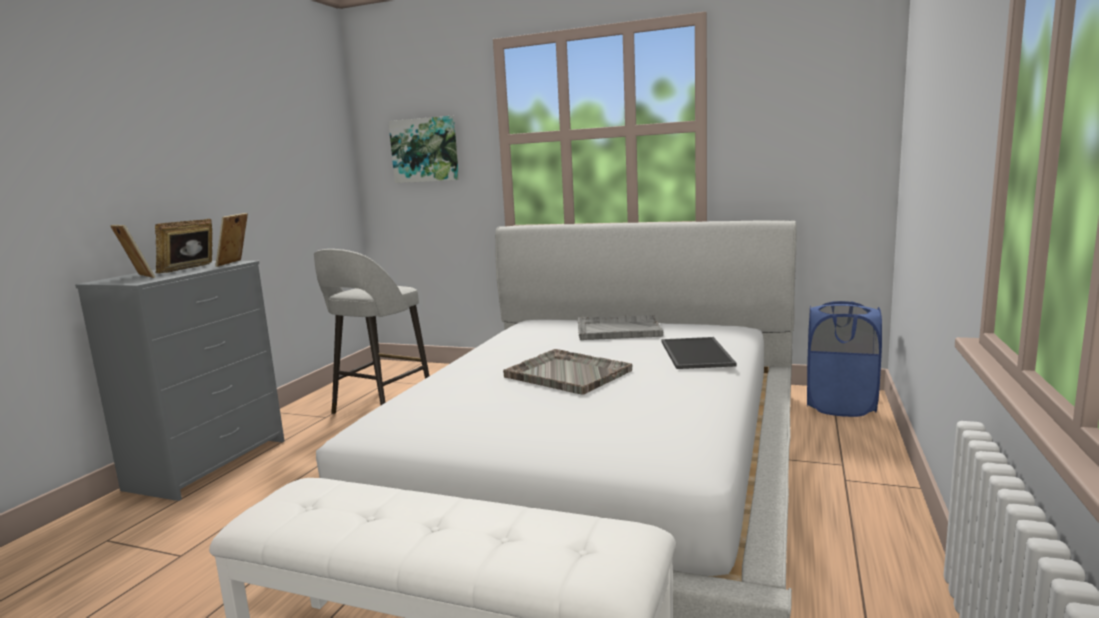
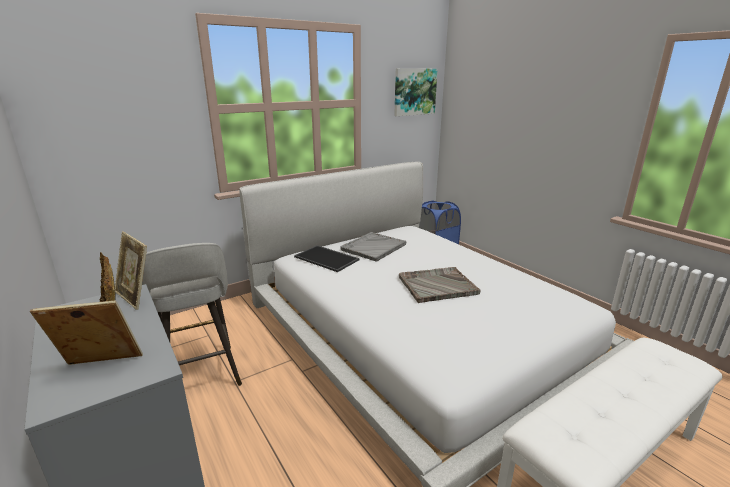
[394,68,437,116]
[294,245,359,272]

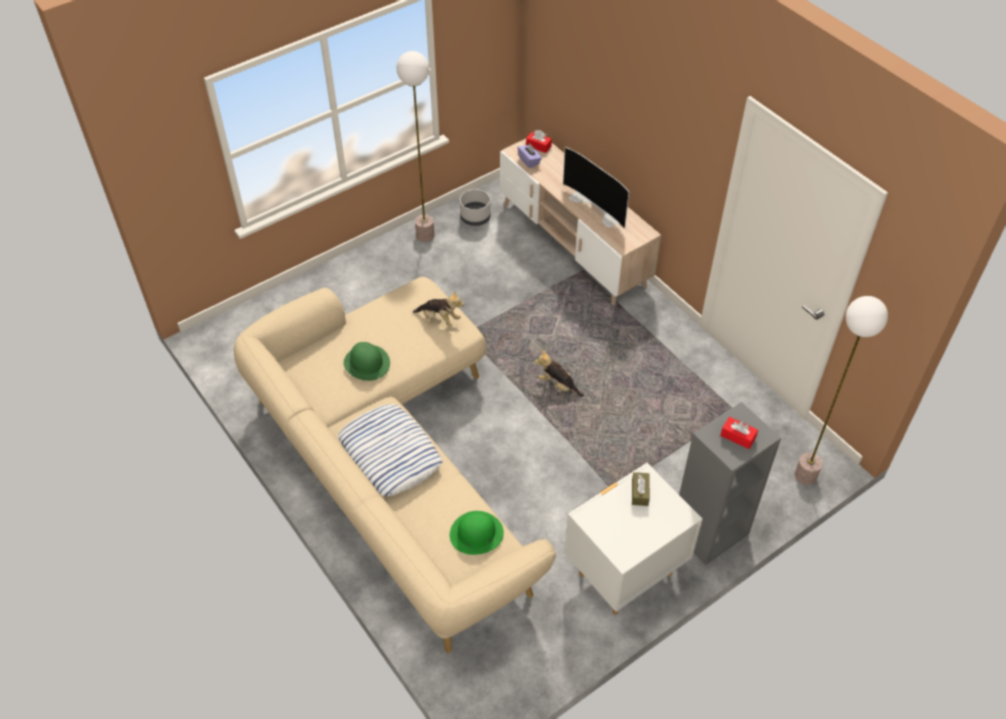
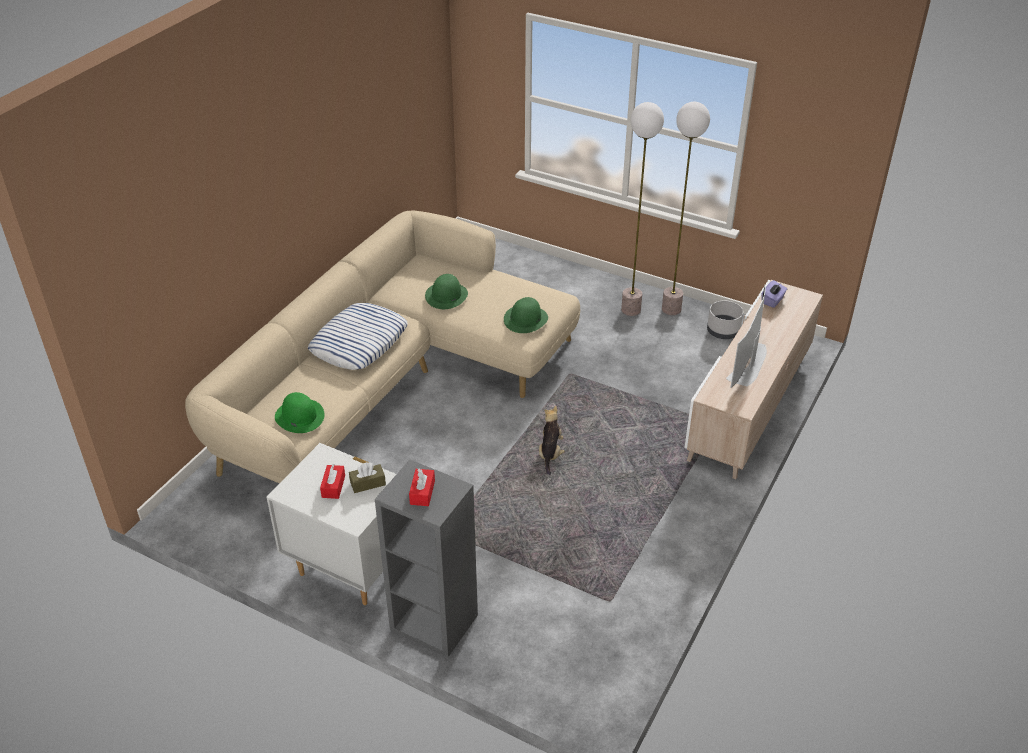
[320,464,345,499]
[504,297,548,333]
[621,102,664,316]

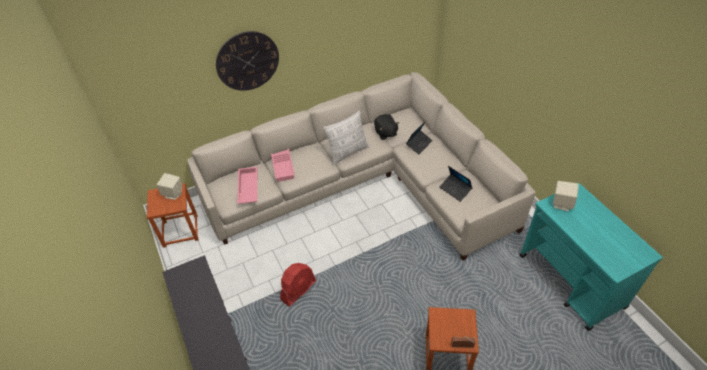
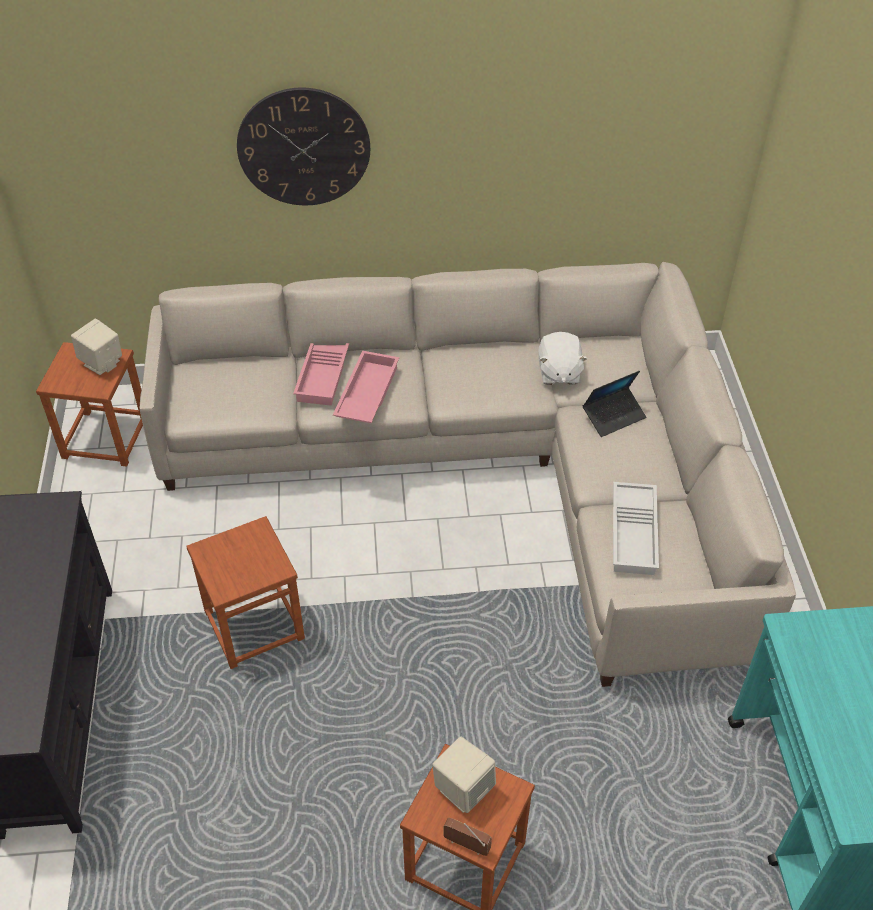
[323,110,369,165] (first image)
[538,332,588,385]
[613,482,659,575]
[333,351,399,423]
[432,737,496,813]
[186,516,305,669]

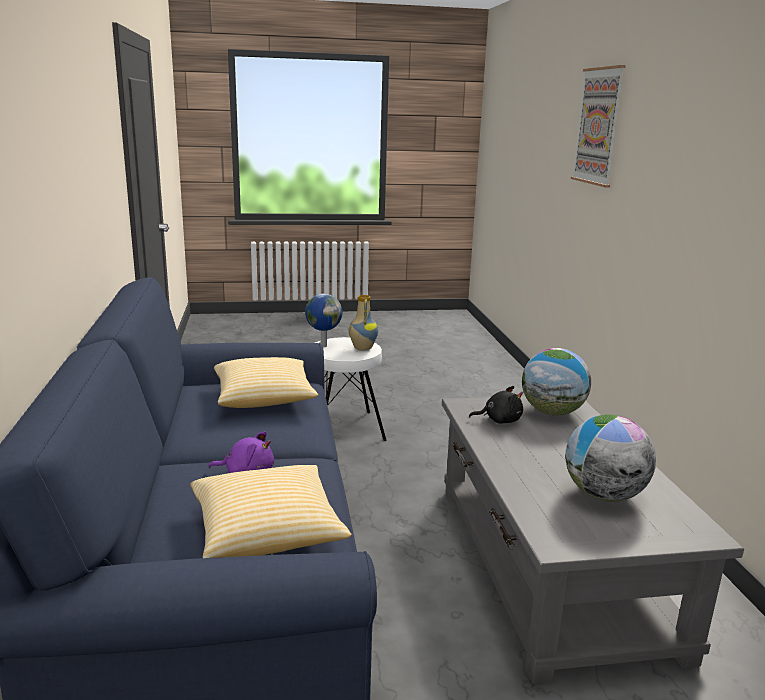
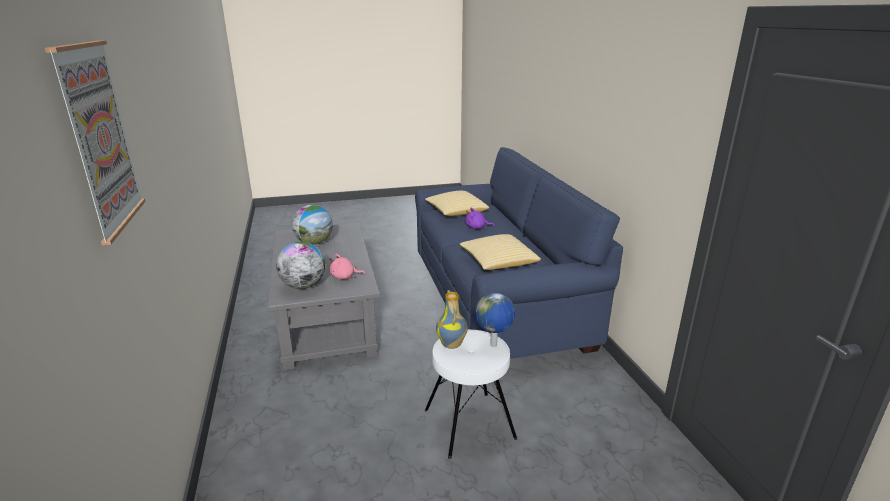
[329,254,365,279]

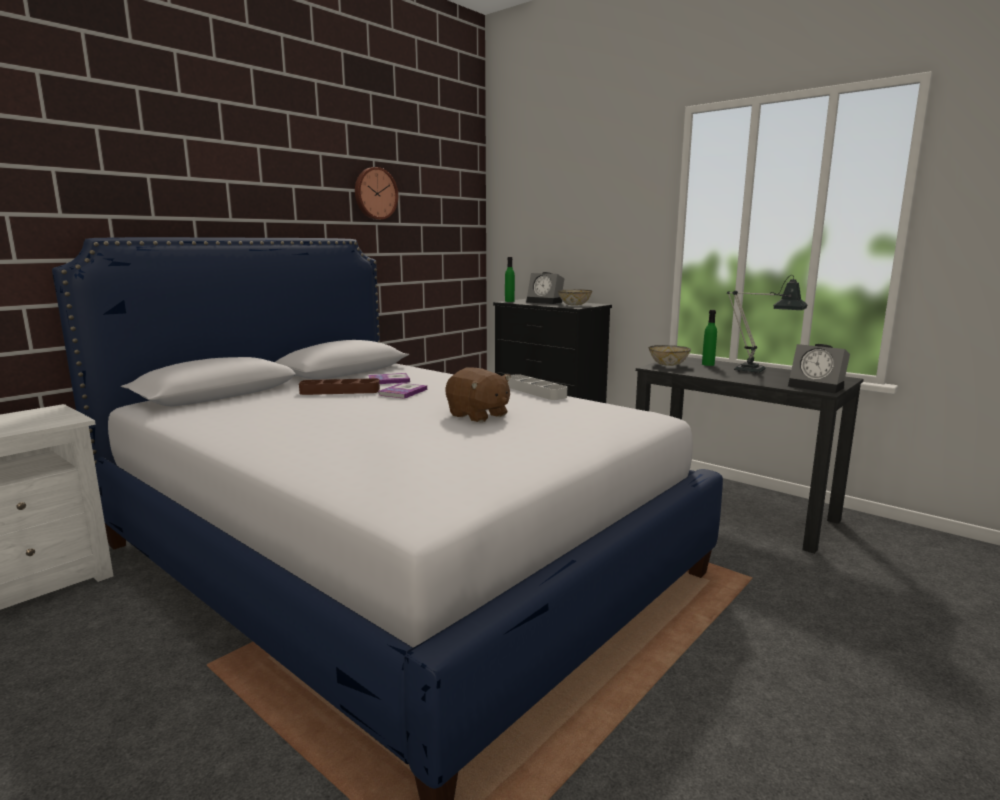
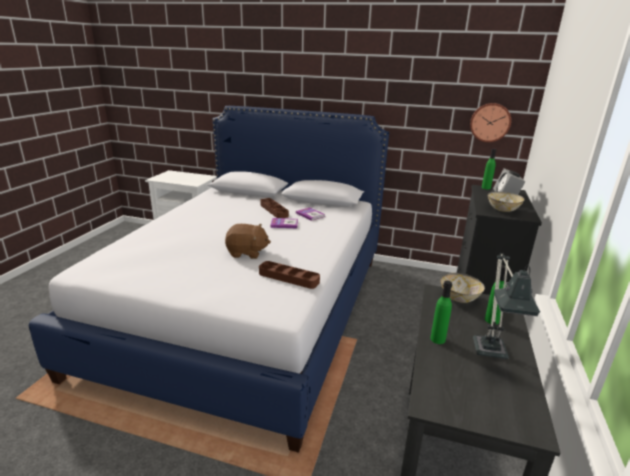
[470,103,511,142]
[788,344,850,393] (first image)
[225,224,271,259]
[508,374,567,400] (first image)
[259,261,320,289]
[430,281,452,344]

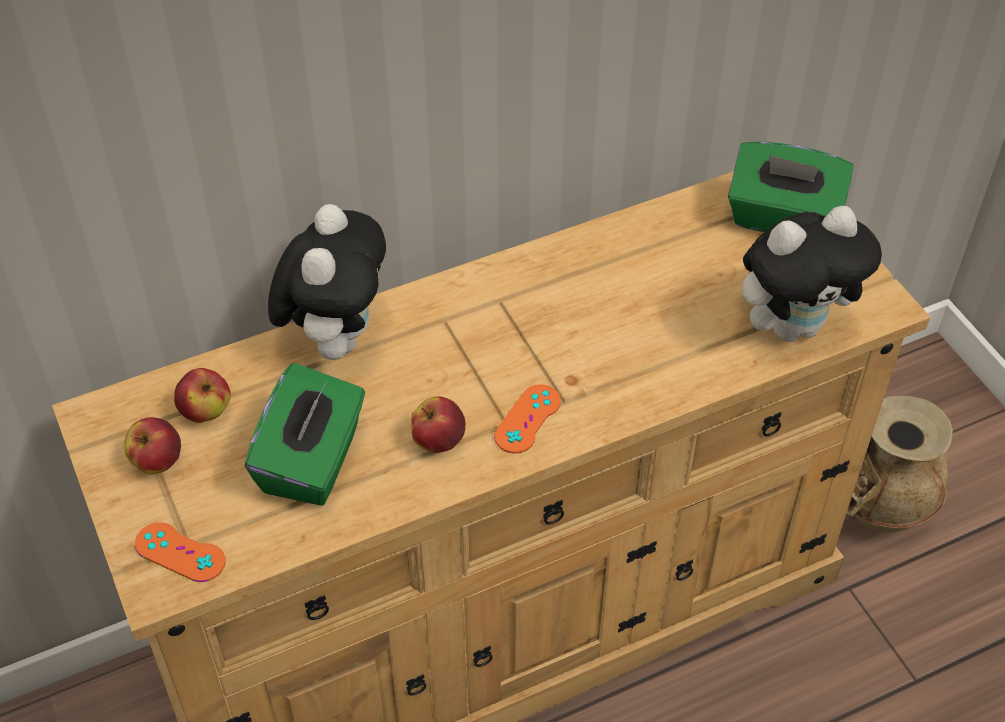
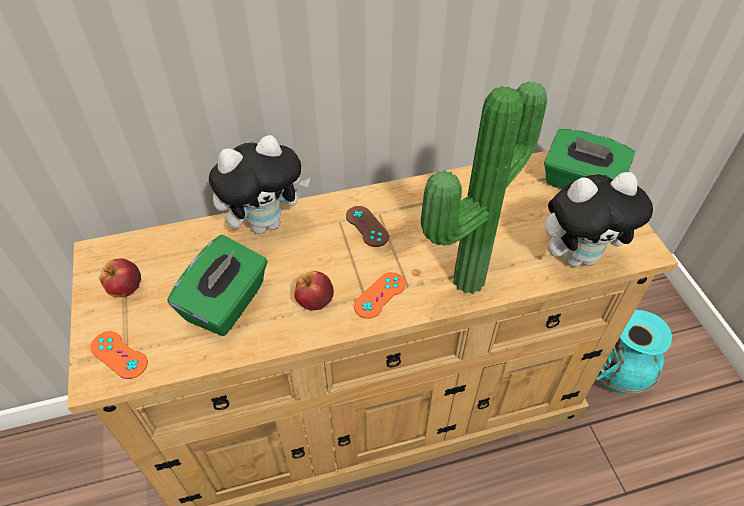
[209,135,310,234]
[174,368,231,423] (first image)
[596,310,672,393]
[421,81,547,294]
[346,206,389,247]

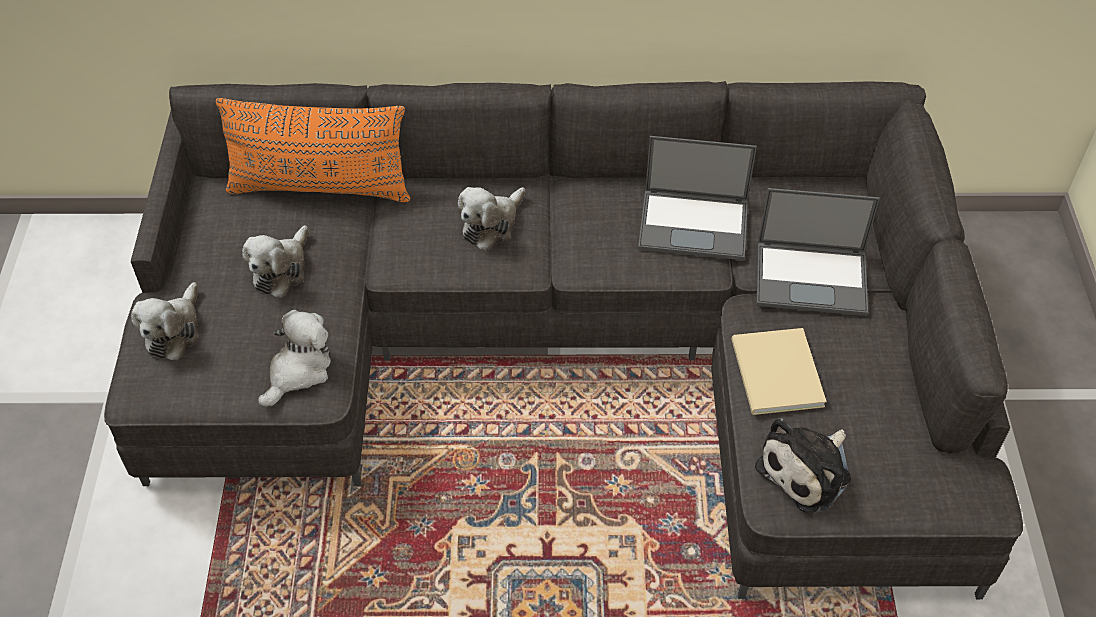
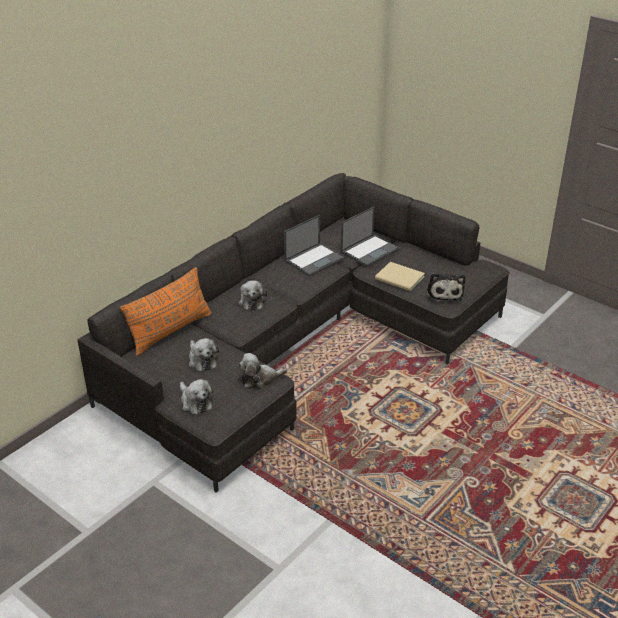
[238,353,287,389]

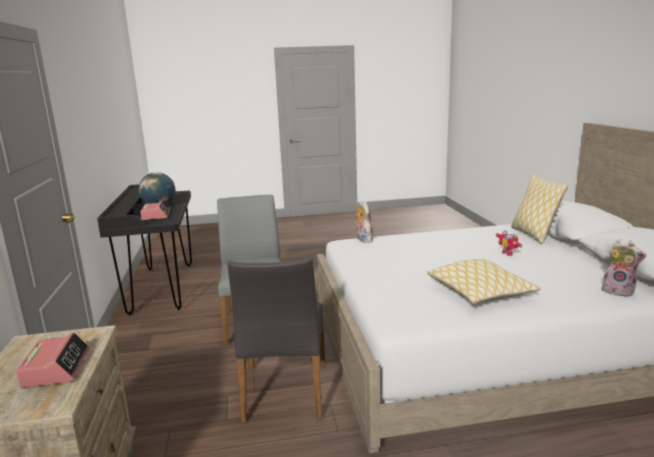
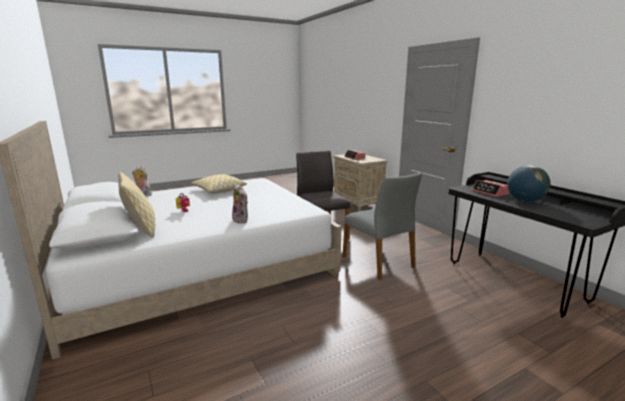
[231,184,248,223]

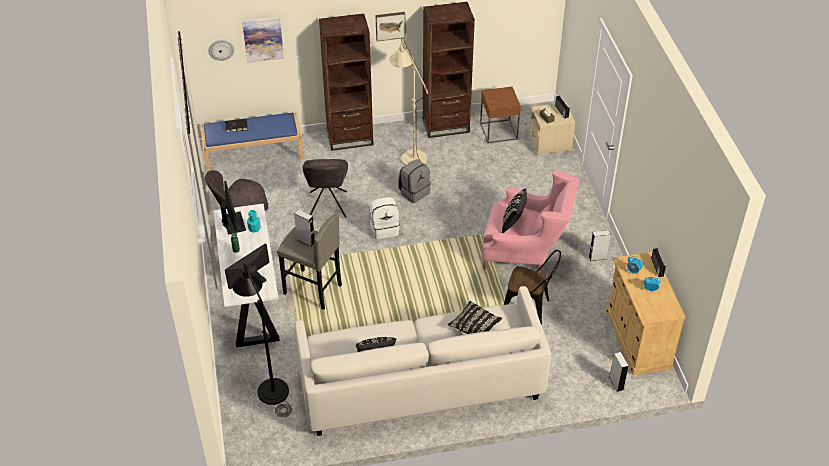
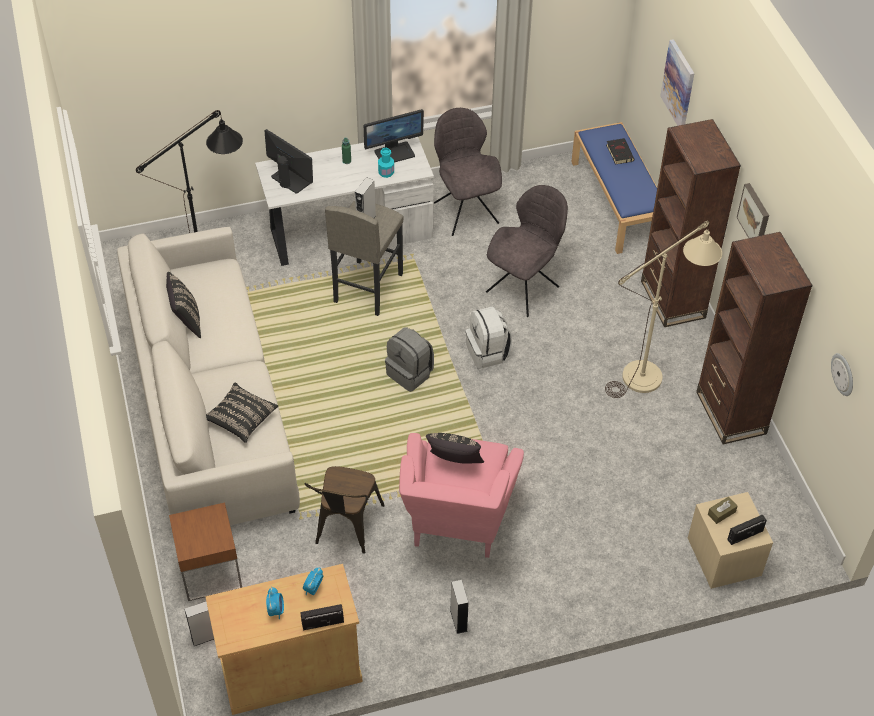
[831,353,853,396]
[169,502,242,601]
[486,185,568,317]
[385,327,434,392]

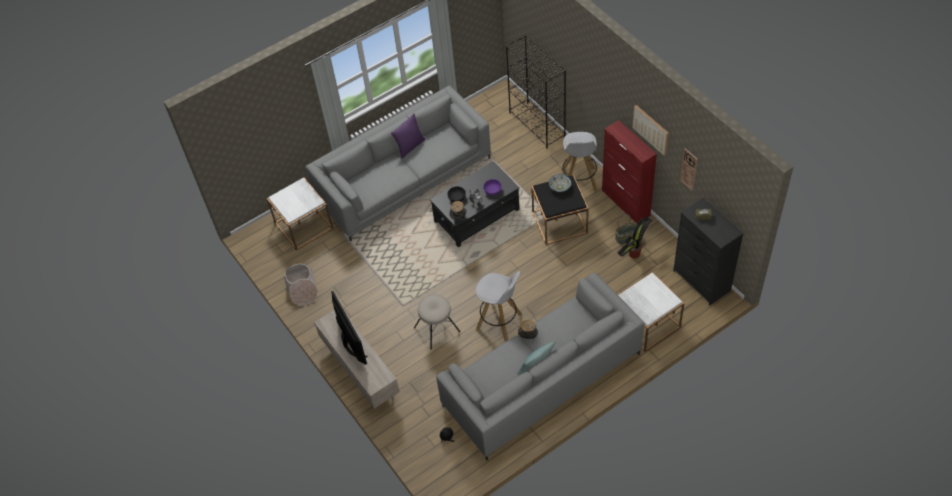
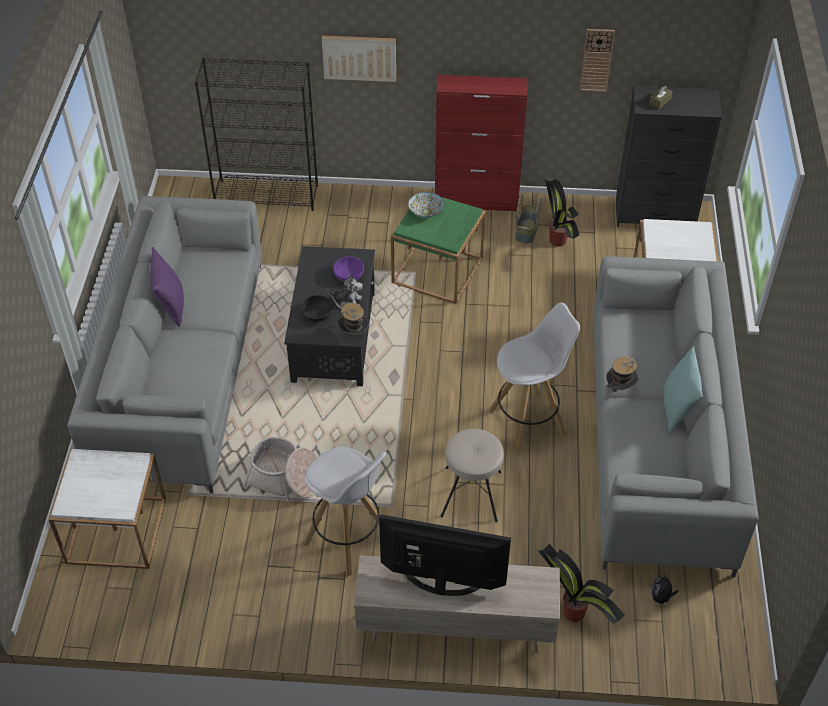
[322,36,396,82]
[304,447,386,576]
[391,191,486,304]
[243,437,317,502]
[538,544,625,624]

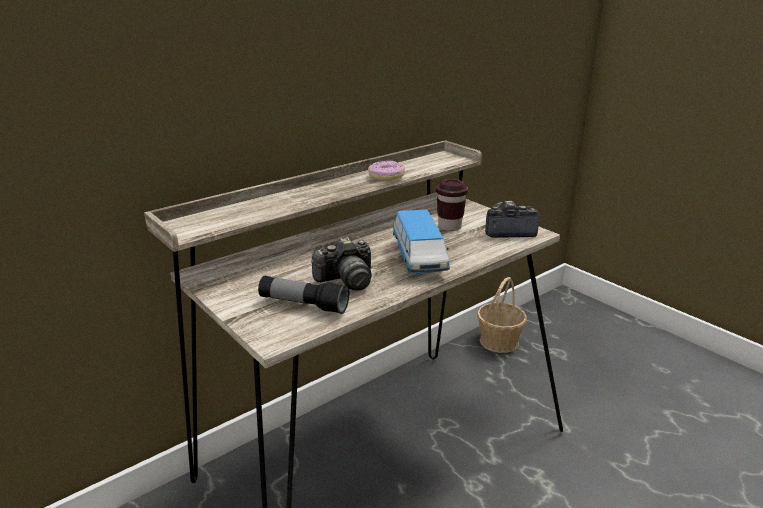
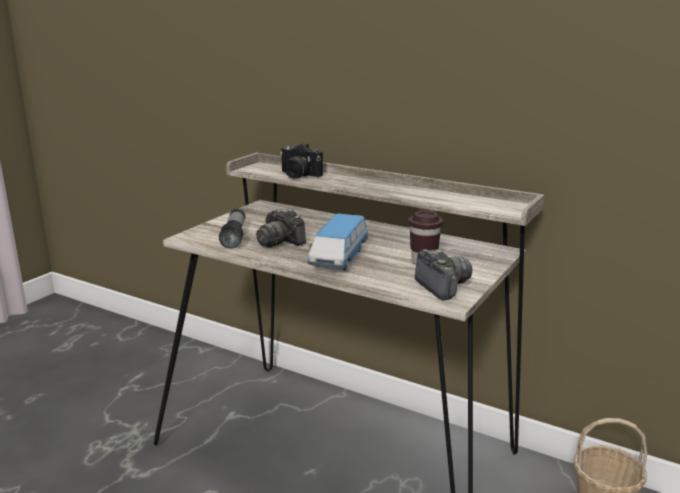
[368,160,405,181] (first image)
[307,214,368,270]
[280,143,323,179]

